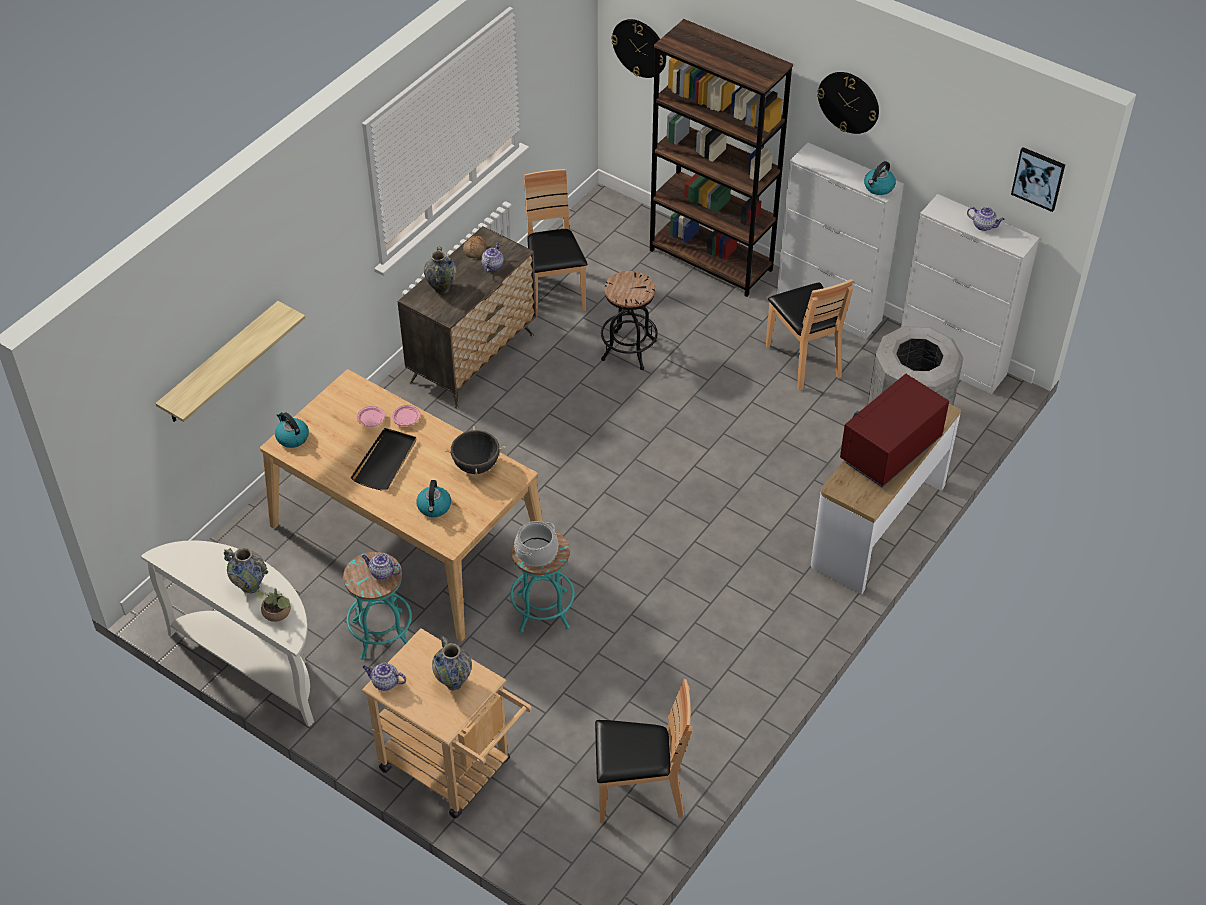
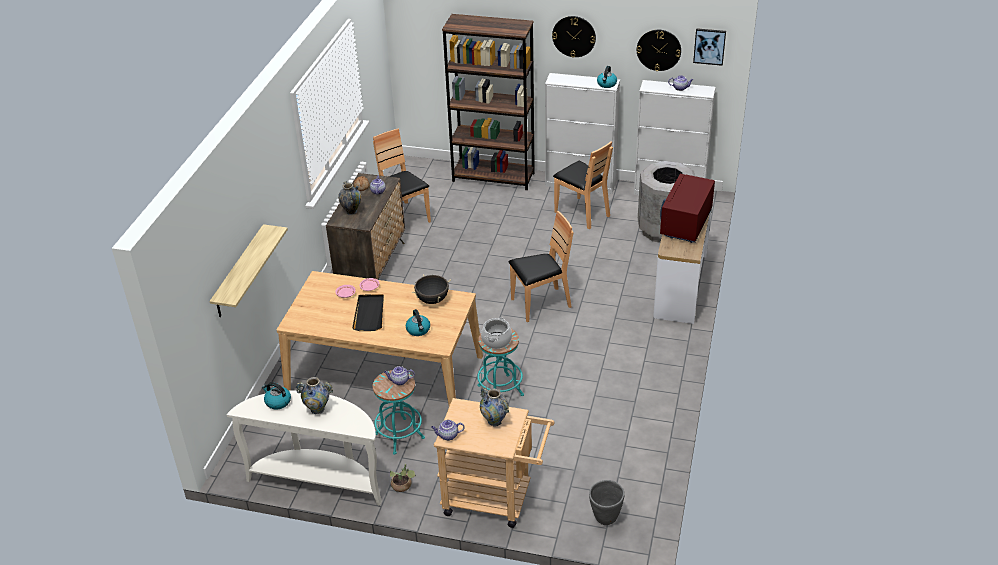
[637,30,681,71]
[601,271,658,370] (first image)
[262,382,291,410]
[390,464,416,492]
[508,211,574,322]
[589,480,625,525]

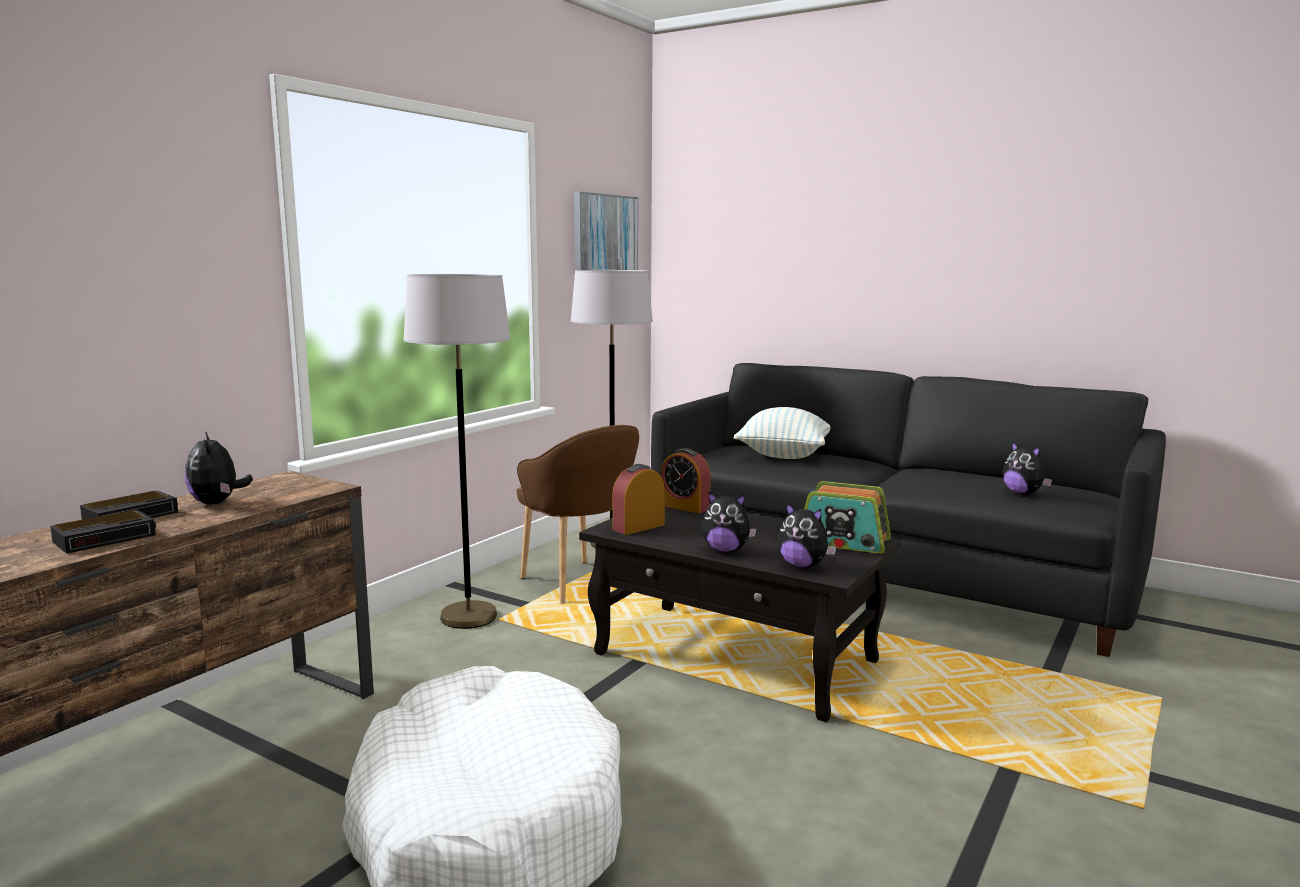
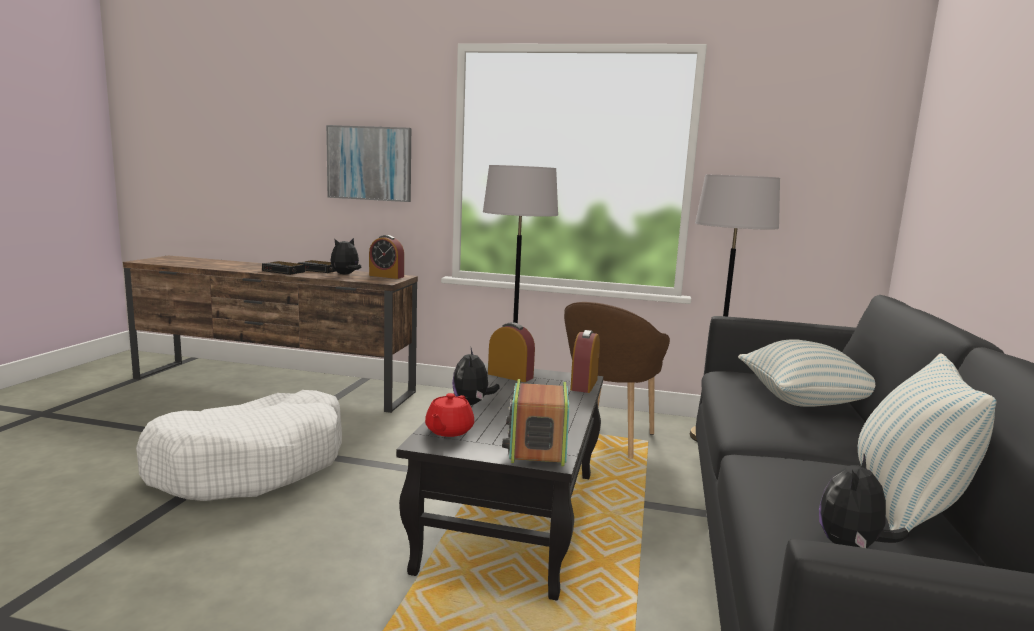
[326,125,411,202]
[425,393,474,437]
[369,235,404,279]
[858,354,996,532]

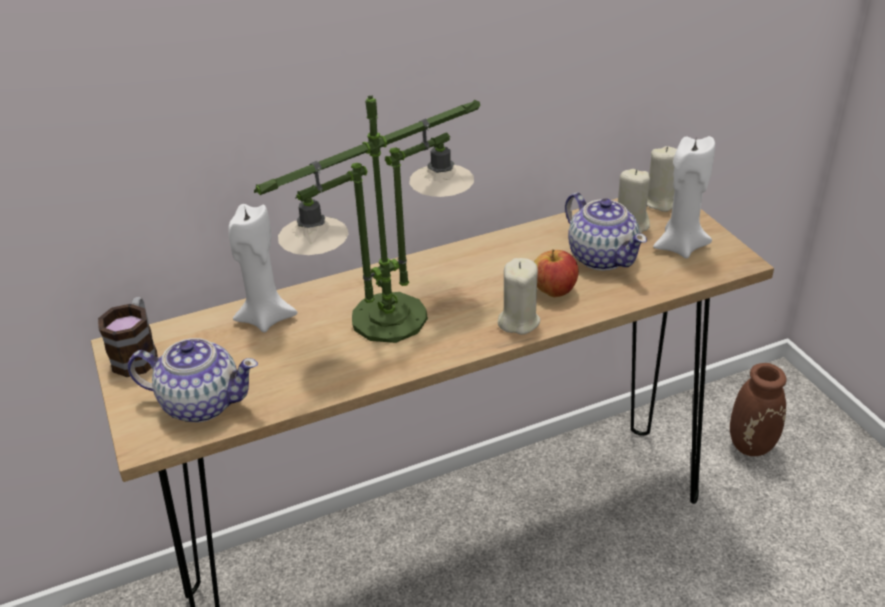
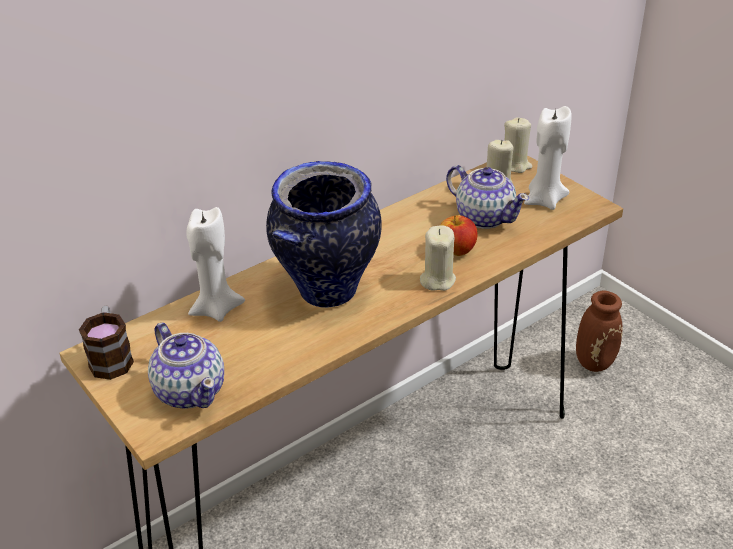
[266,161,382,308]
[148,323,224,409]

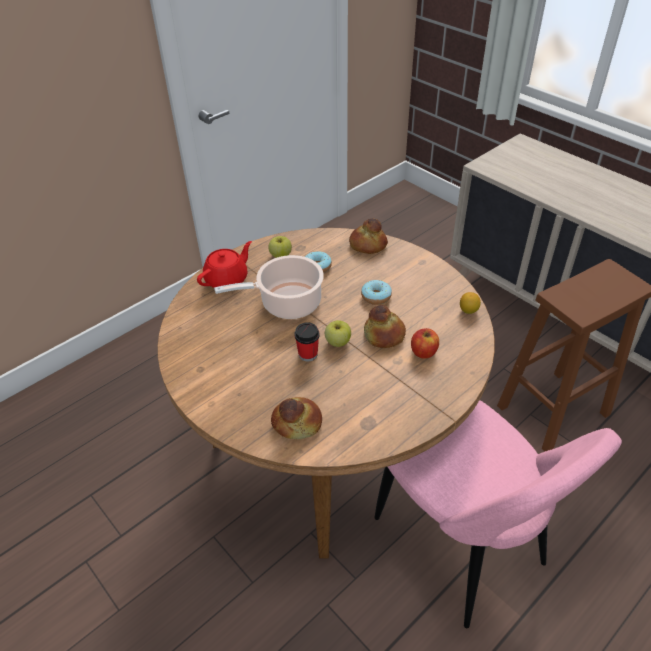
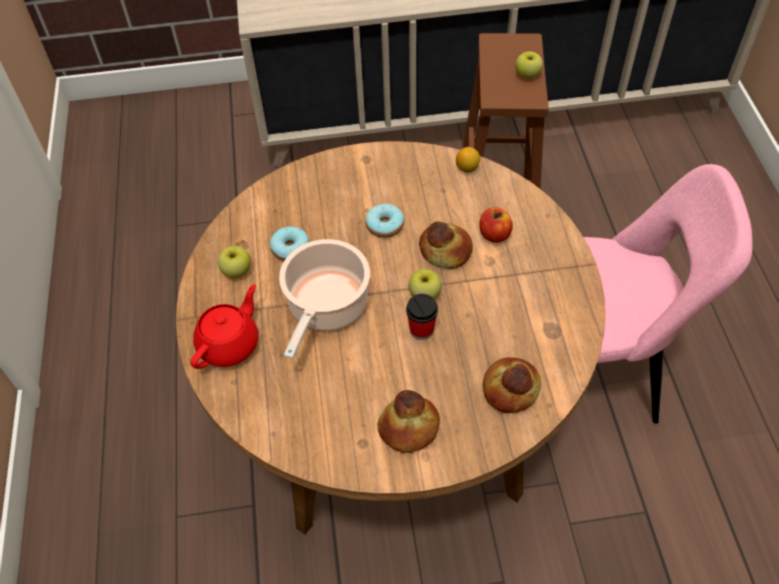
[377,390,440,453]
[190,284,258,369]
[515,51,543,79]

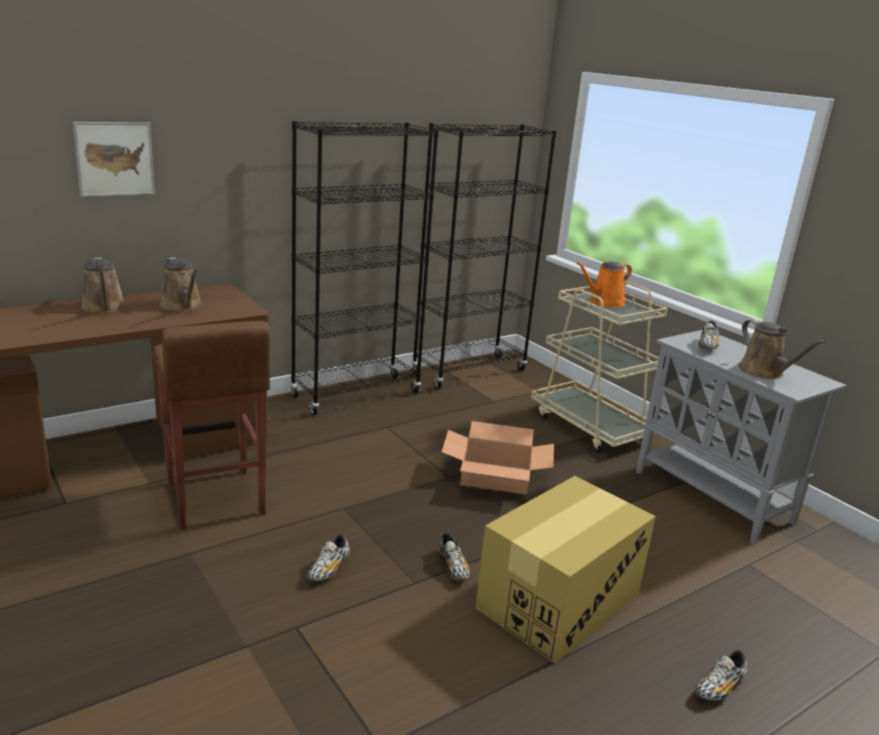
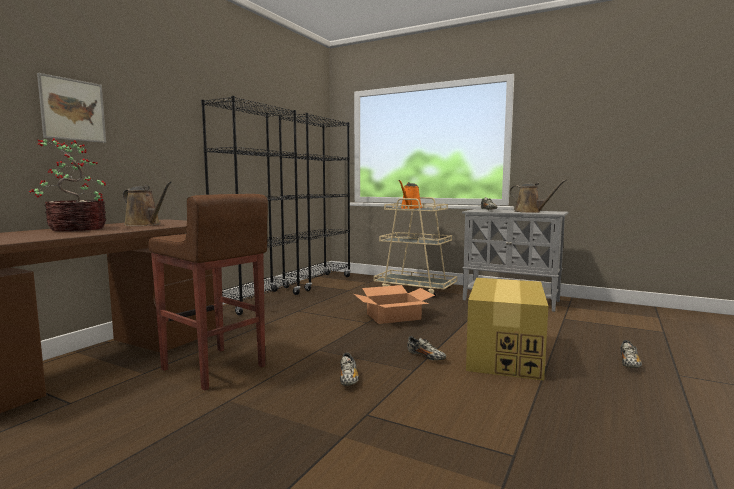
[29,138,106,231]

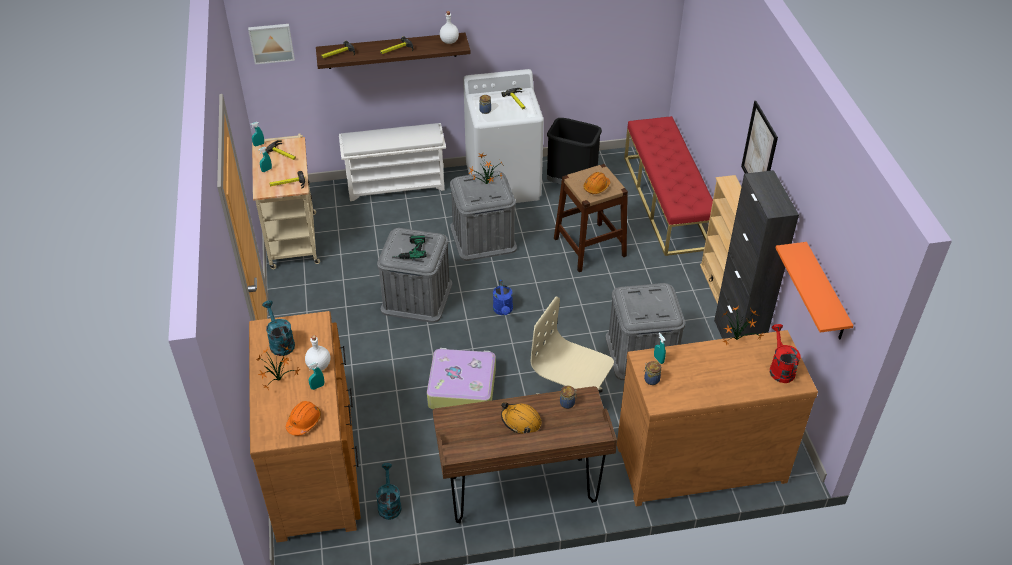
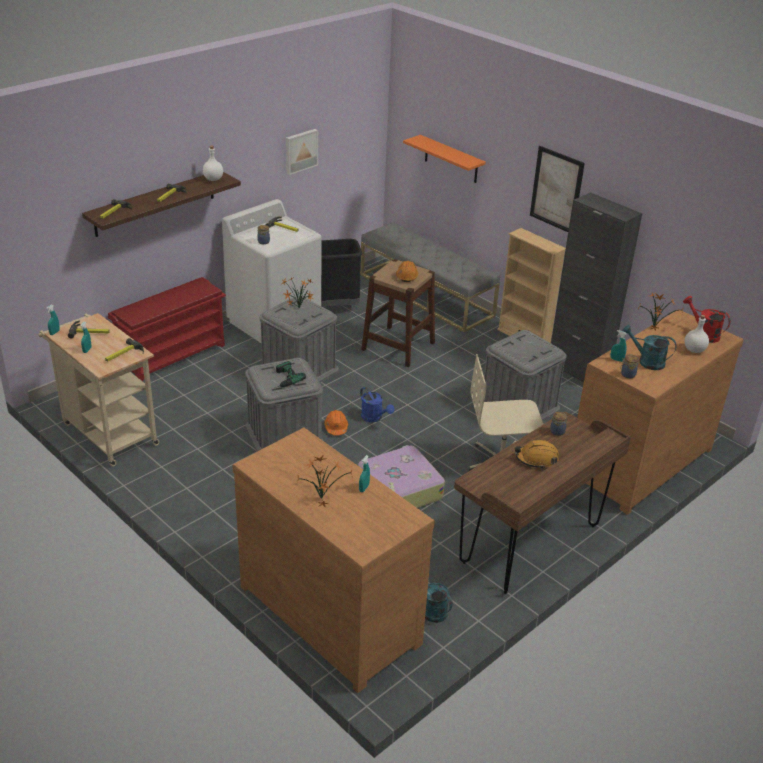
[286,129,318,175]
[361,222,500,332]
[108,277,226,381]
[403,135,486,183]
[622,325,677,370]
[685,315,709,353]
[324,410,348,435]

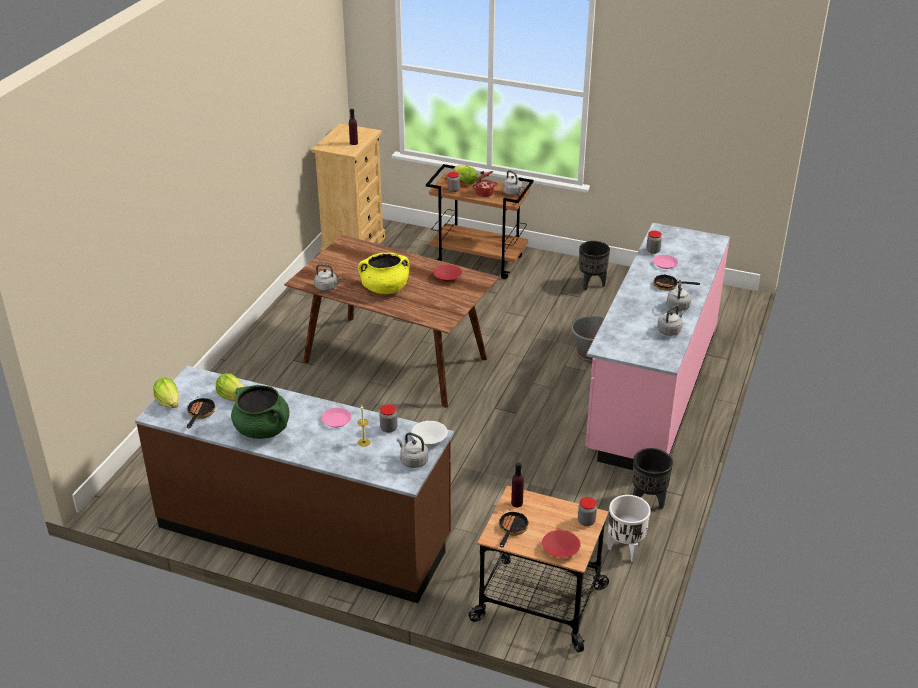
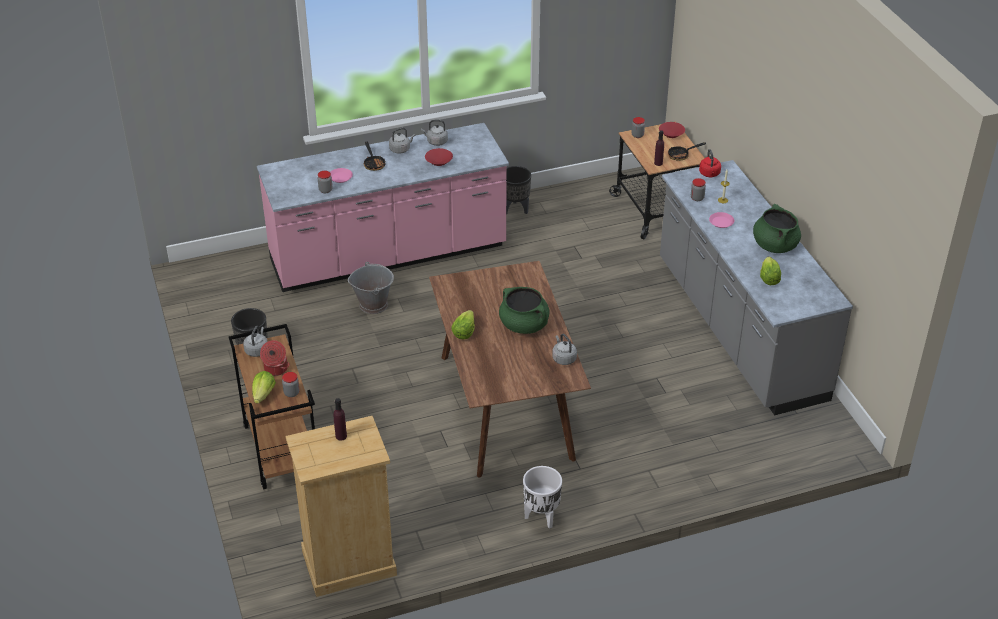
[499,287,550,334]
[425,148,453,166]
[660,160,853,415]
[451,310,475,339]
[187,397,215,428] (first image)
[411,421,448,445] (first image)
[699,149,721,177]
[523,466,562,529]

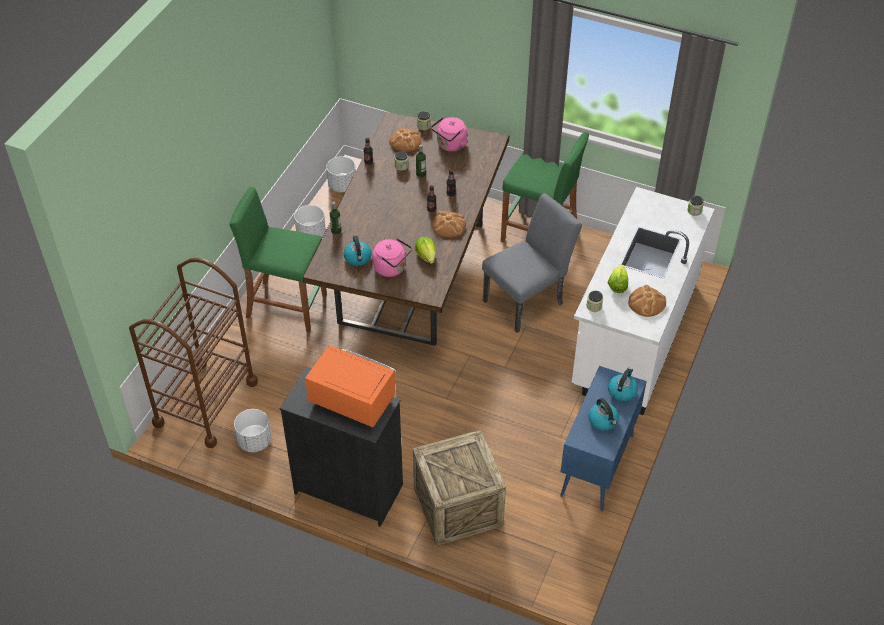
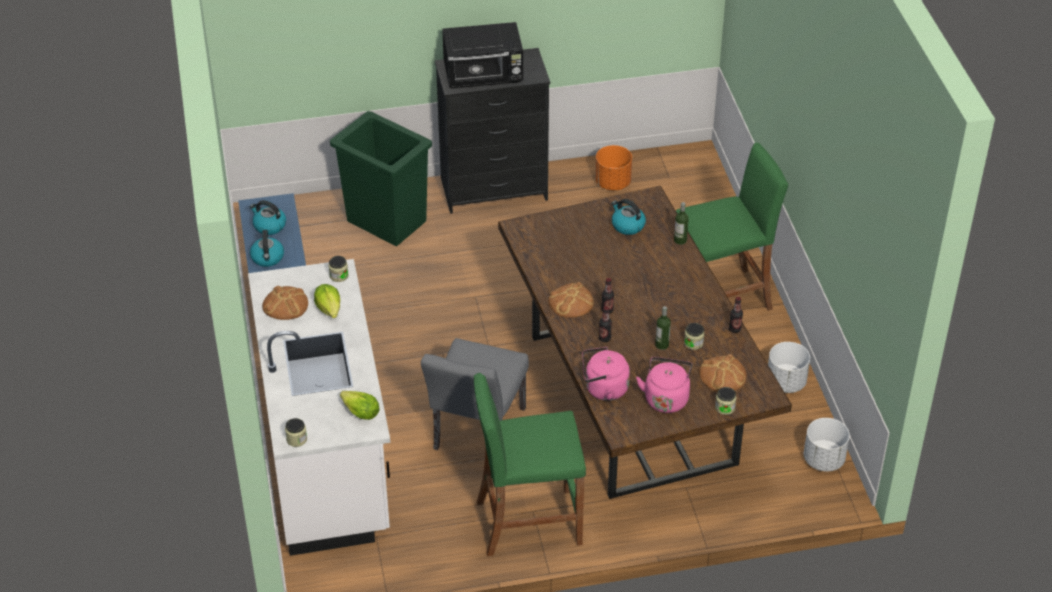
[340,391,380,420]
[582,347,630,401]
[129,258,258,448] (first image)
[442,22,523,89]
[595,145,632,191]
[330,111,432,246]

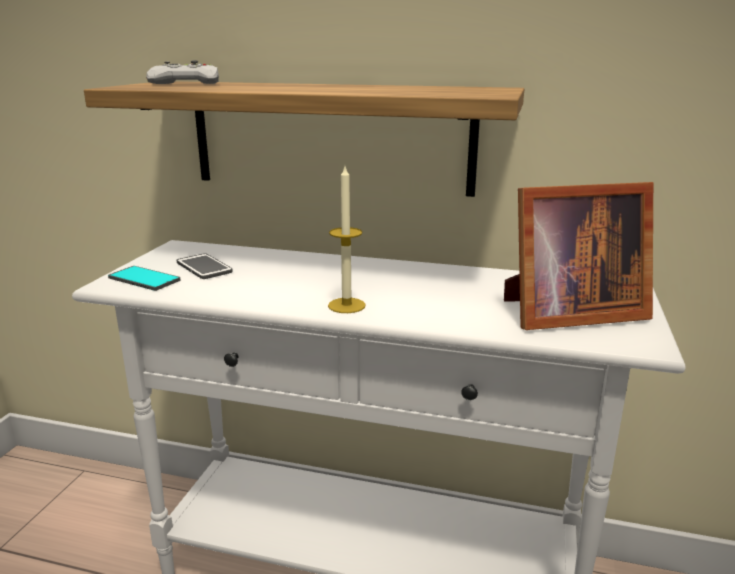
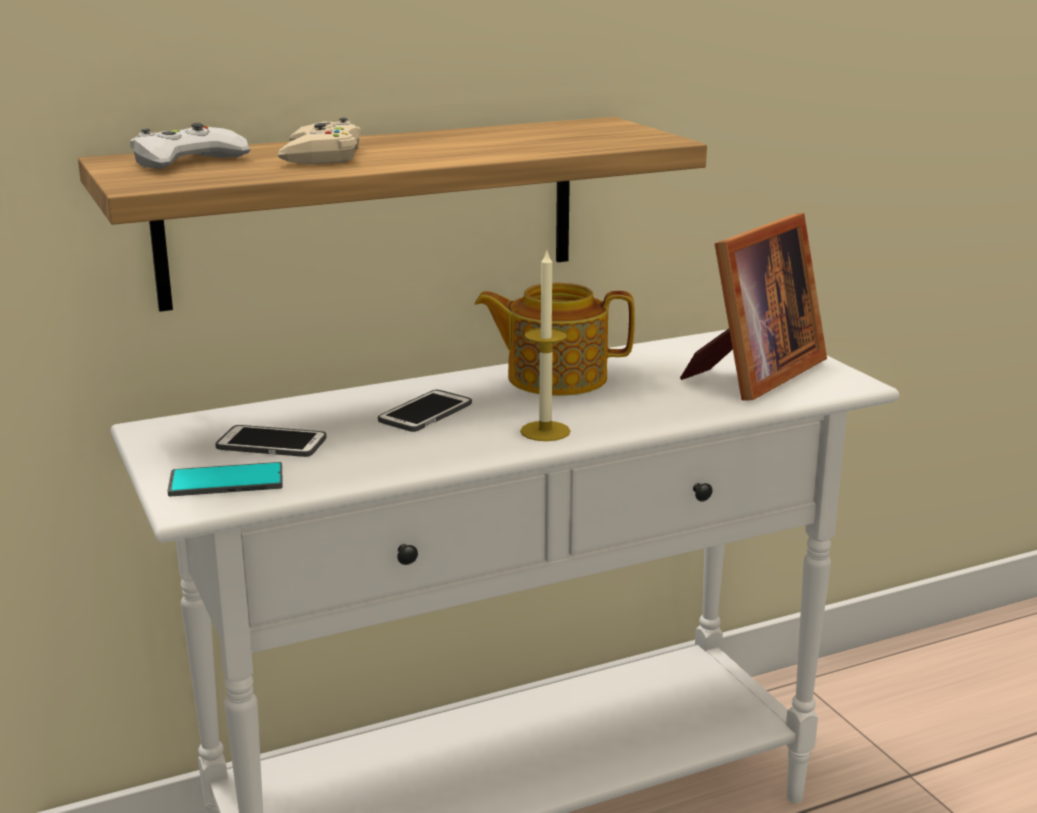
[278,117,362,164]
[474,283,635,396]
[378,390,472,432]

